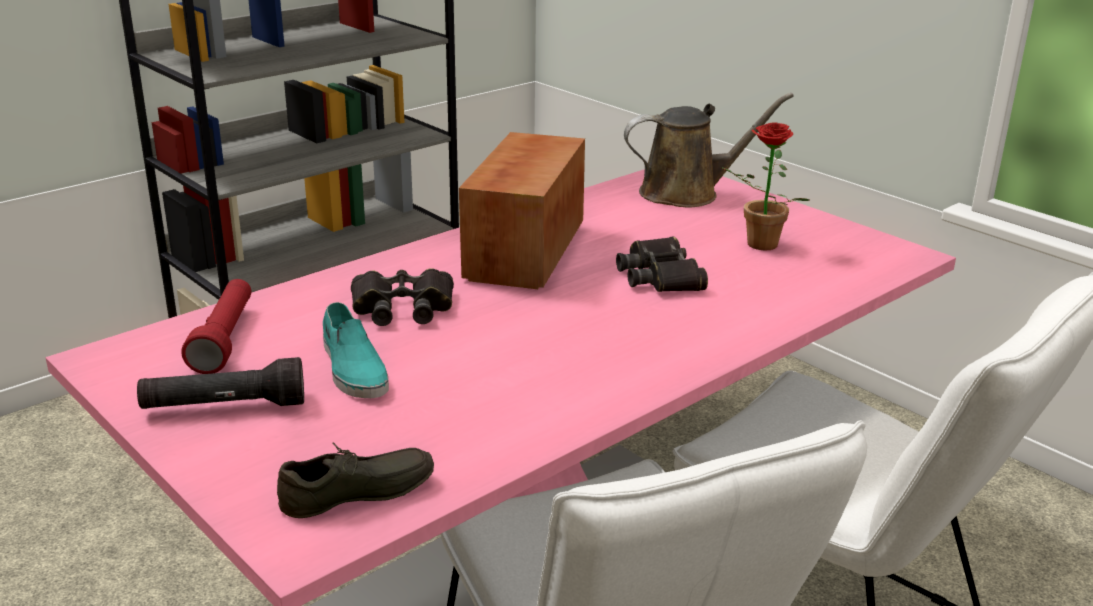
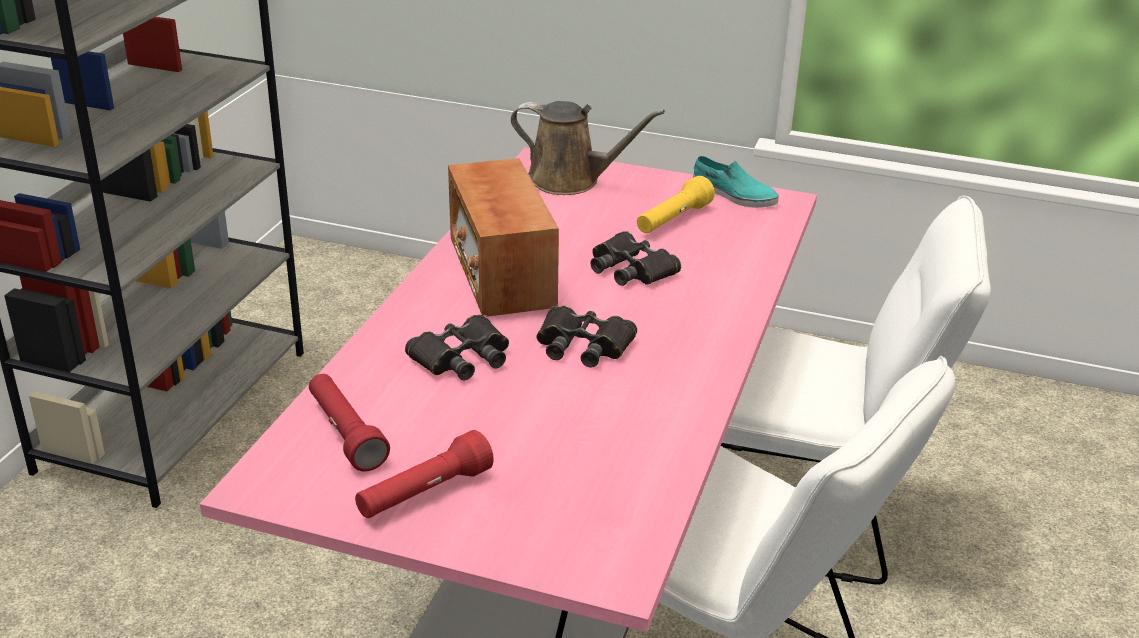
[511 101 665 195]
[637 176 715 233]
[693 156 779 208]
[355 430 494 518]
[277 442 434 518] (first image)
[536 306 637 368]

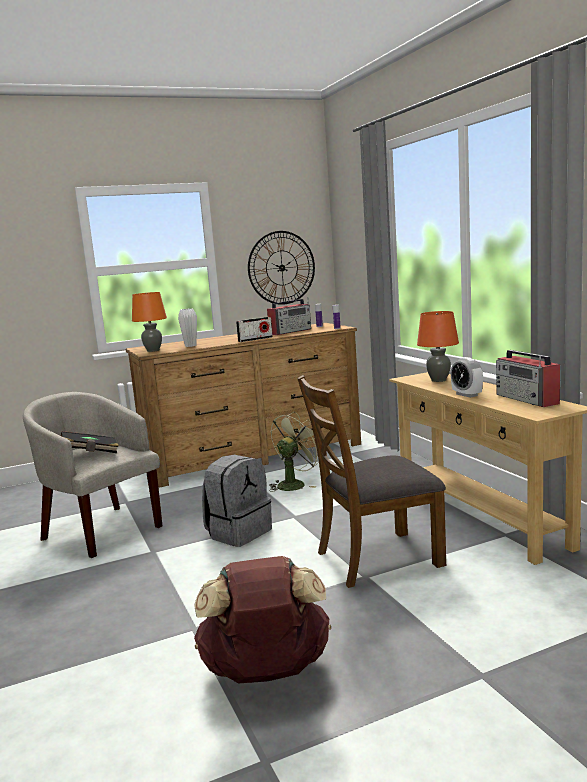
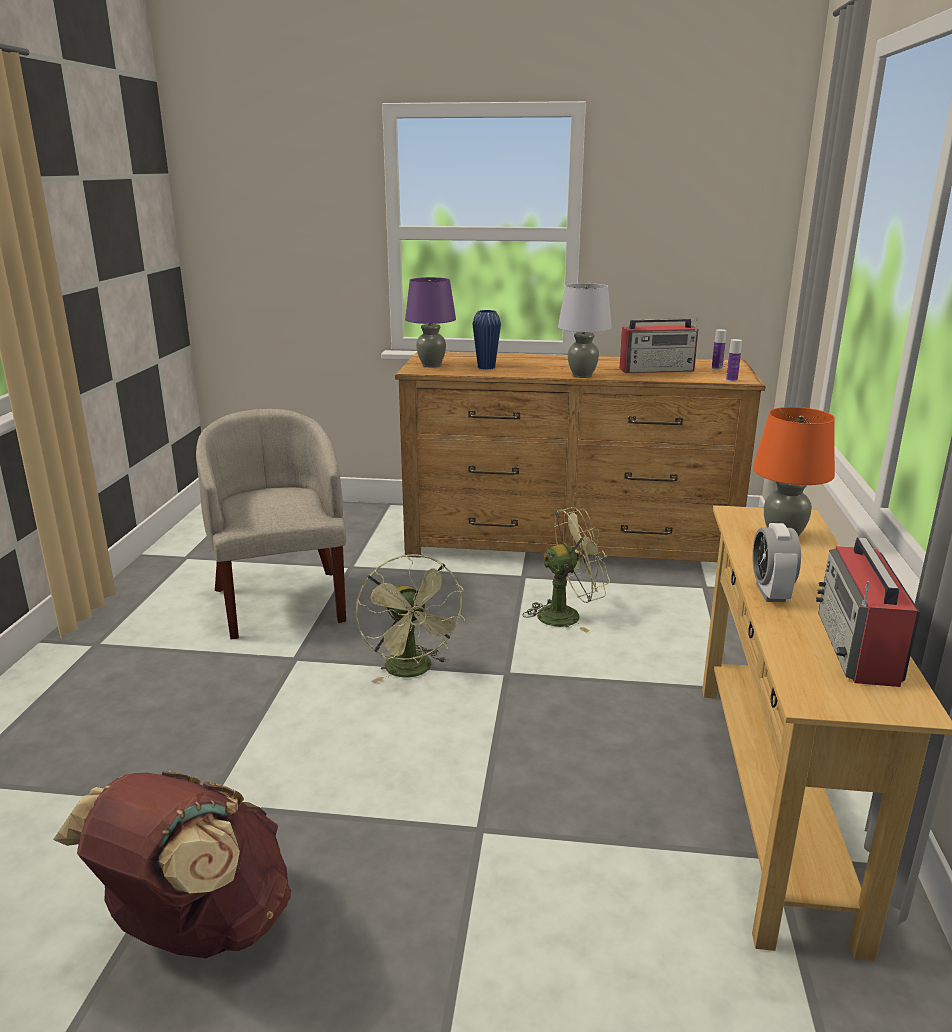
[248 231 315 305] (first image)
[405 277 456 367]
[472 310 501 369]
[558 283 612 378]
[297 375 446 588] (first image)
[61 431 119 453] (first image)
[356 554 465 683]

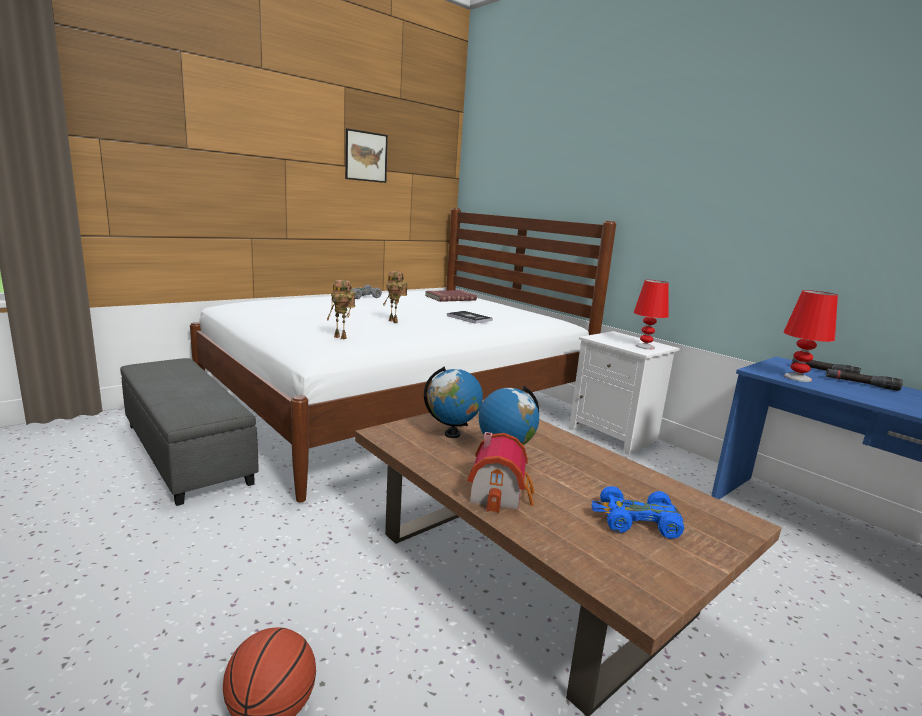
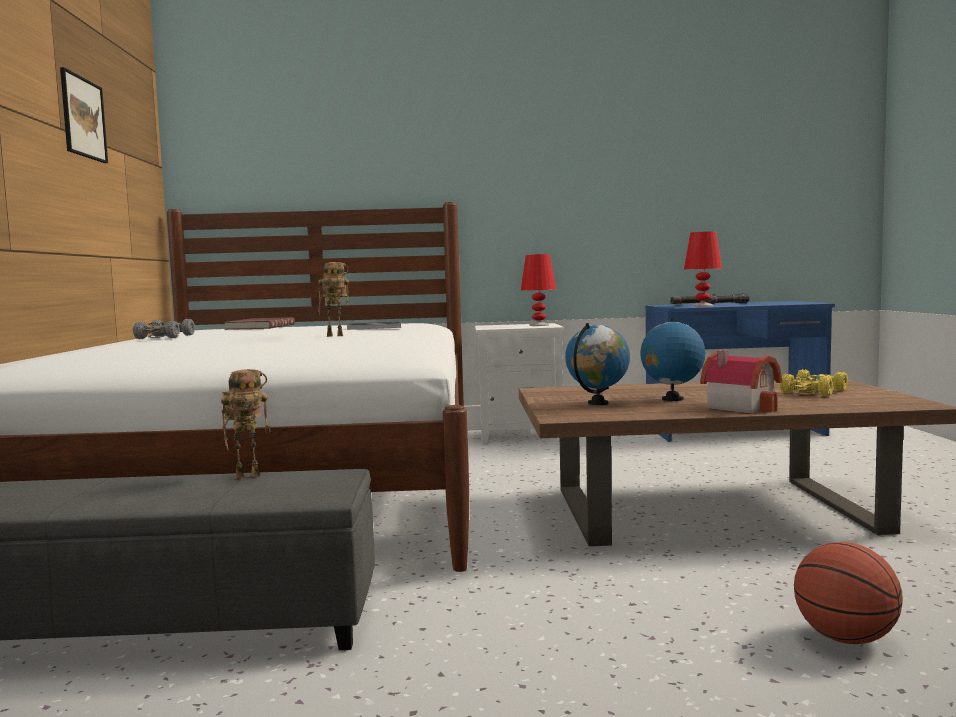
[221 369 271 480]
[780 369 848 397]

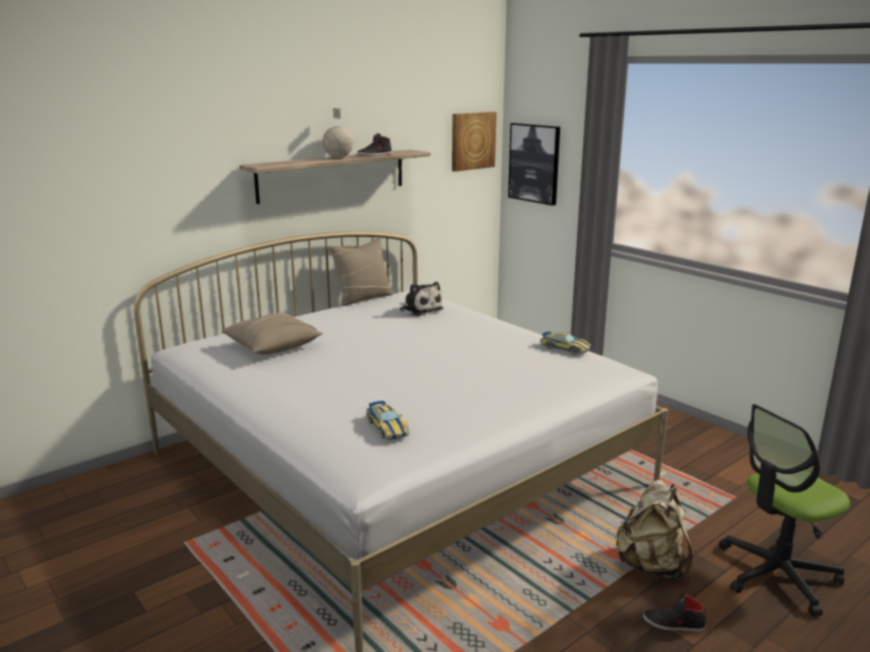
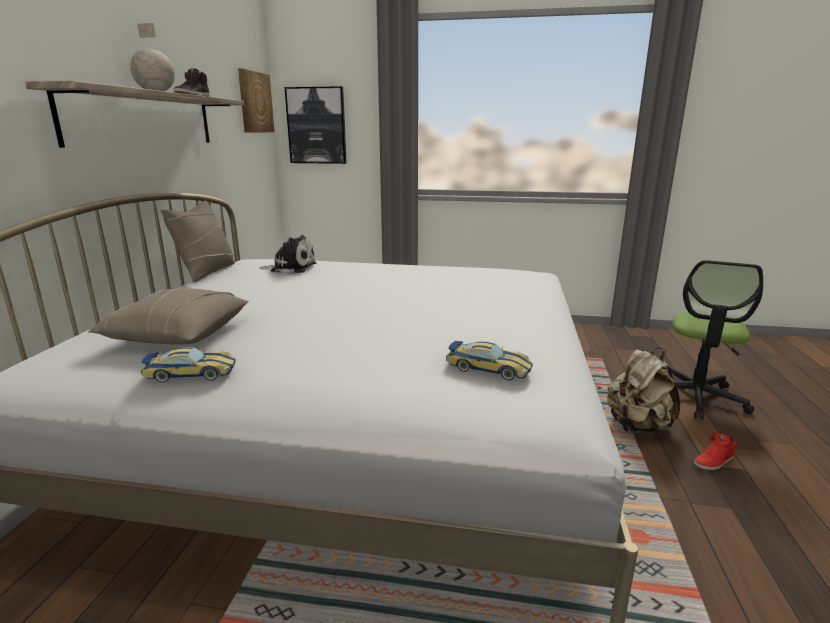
[141 347 236 383]
[694 432 737 470]

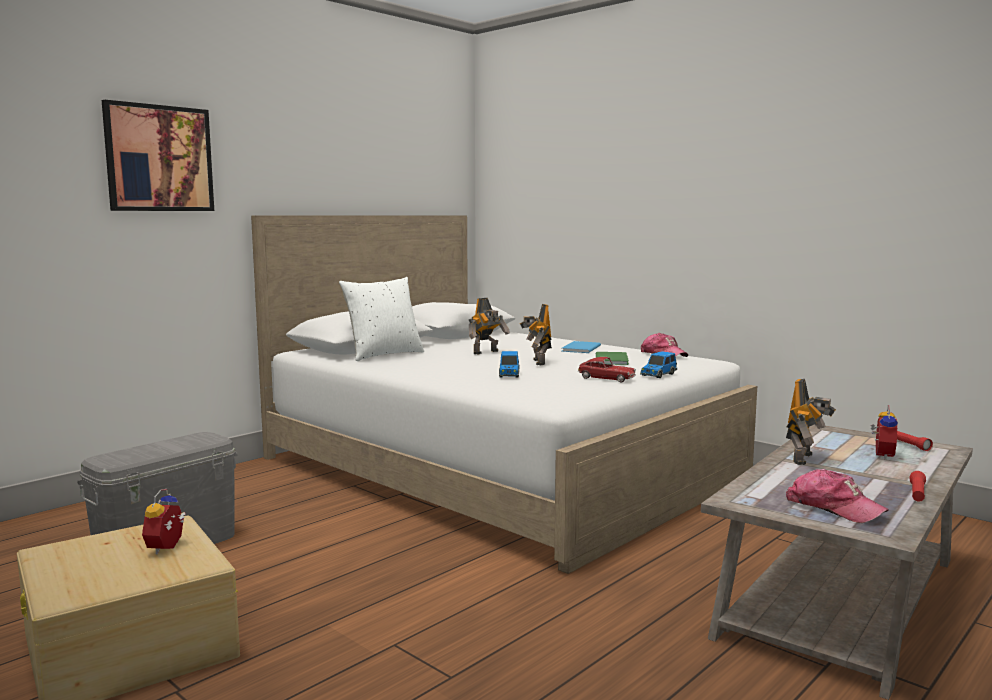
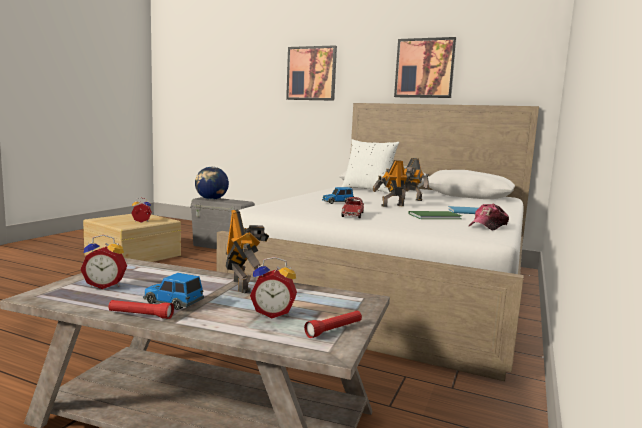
[143 273 204 310]
[226 209 269 293]
[80 235 127 289]
[394 37 457 98]
[195 167 229 200]

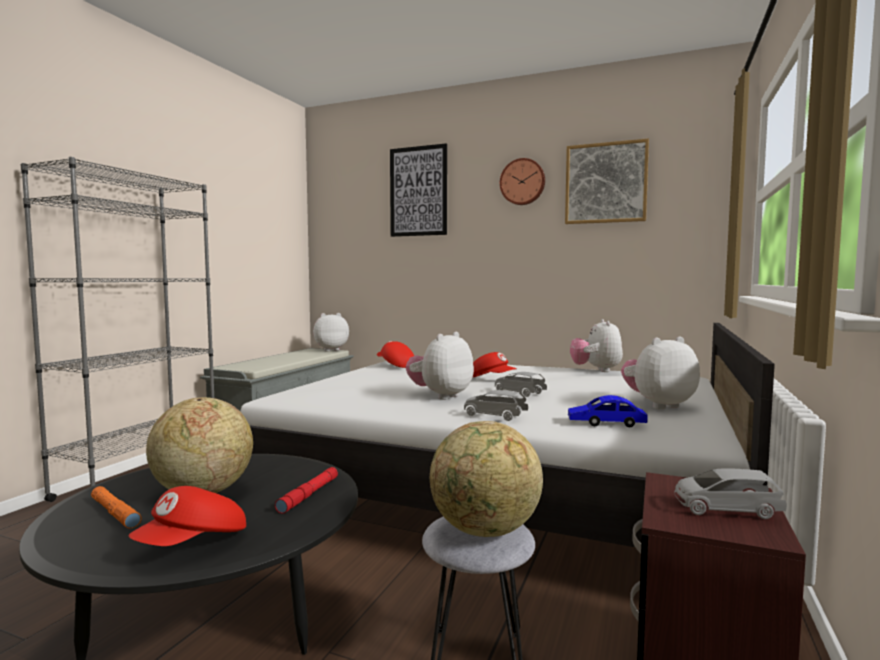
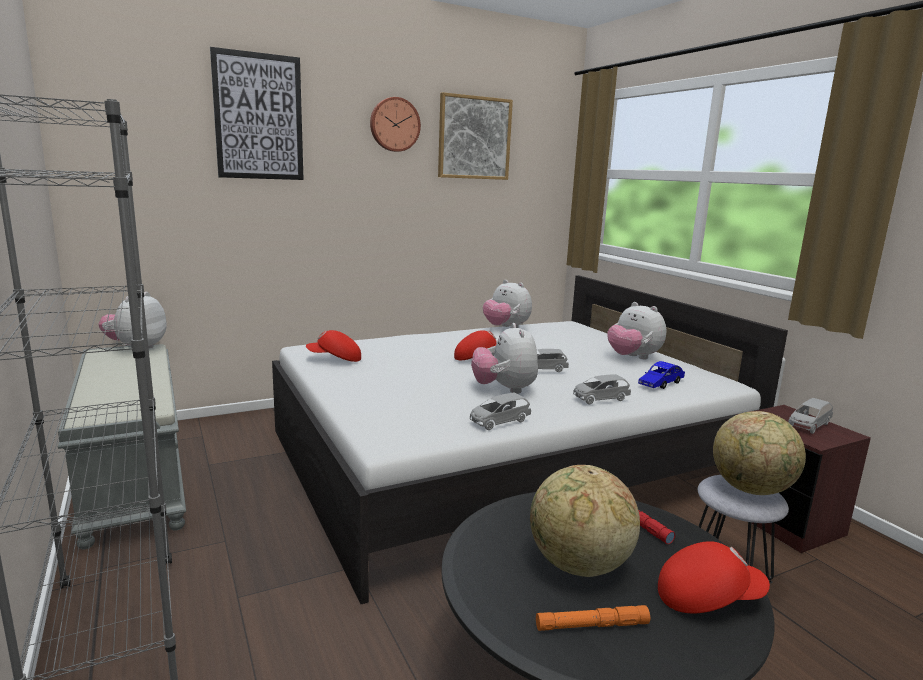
[607 302 666 359]
[658 541 770 613]
[470 392 531 430]

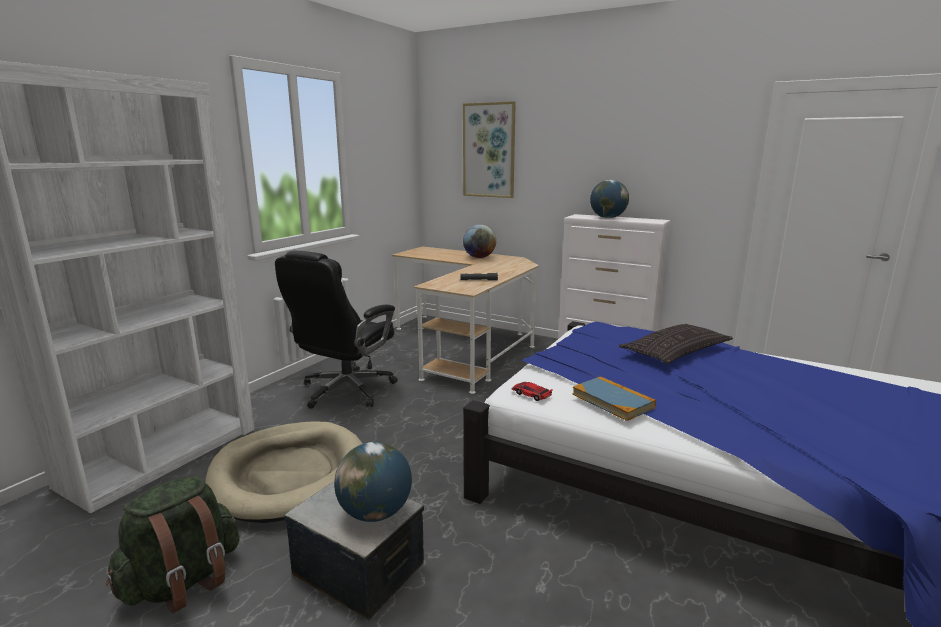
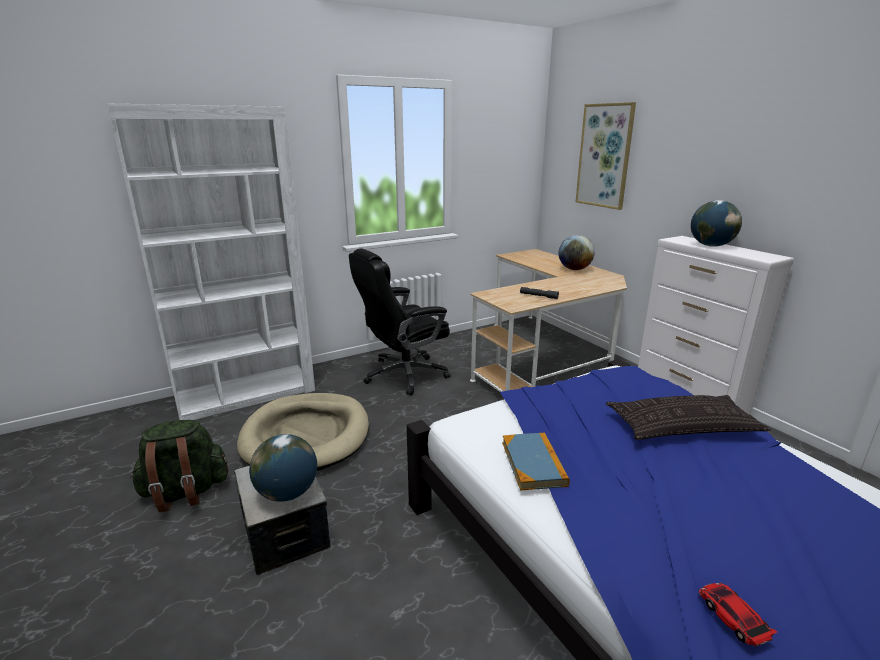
[699 583 777 646]

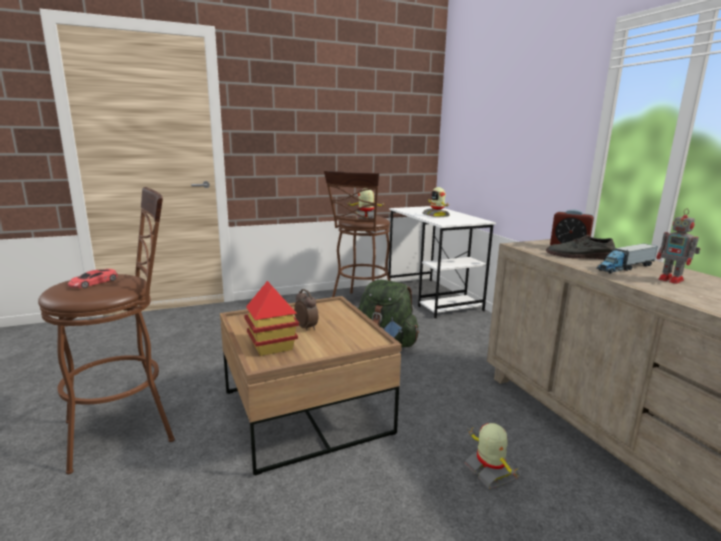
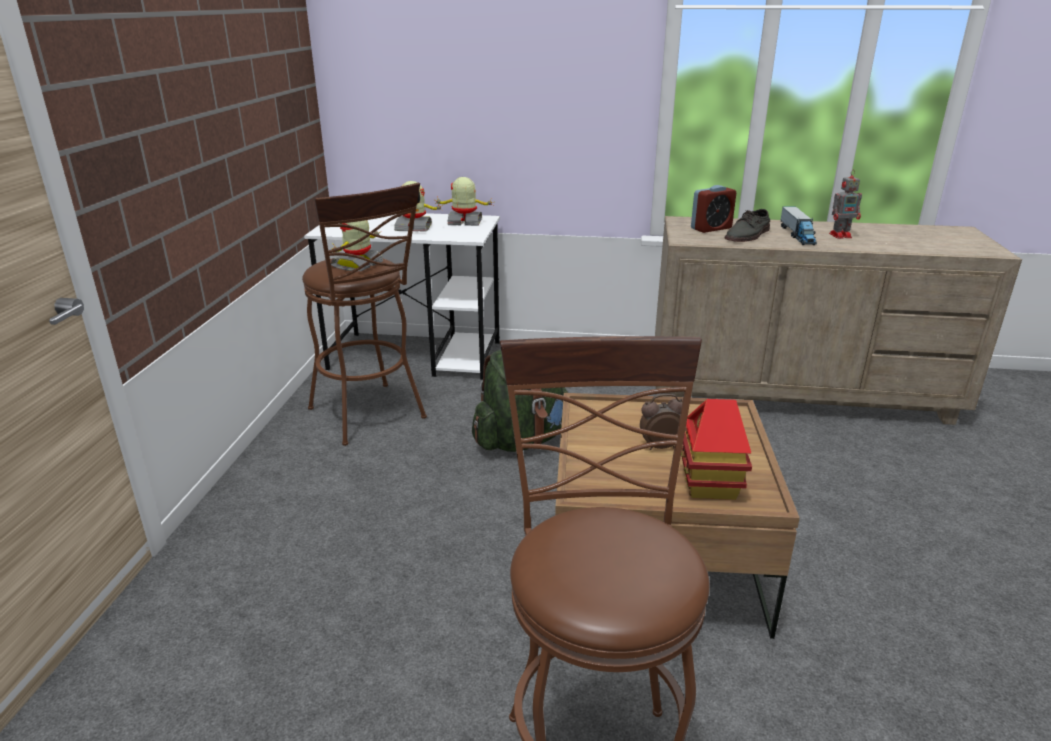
[68 269 118 288] (first image)
[435 177 494 226]

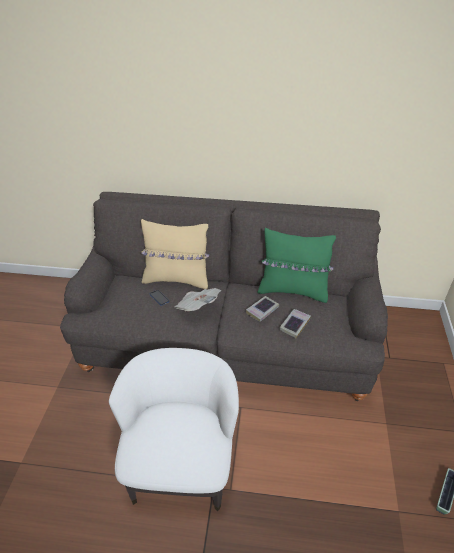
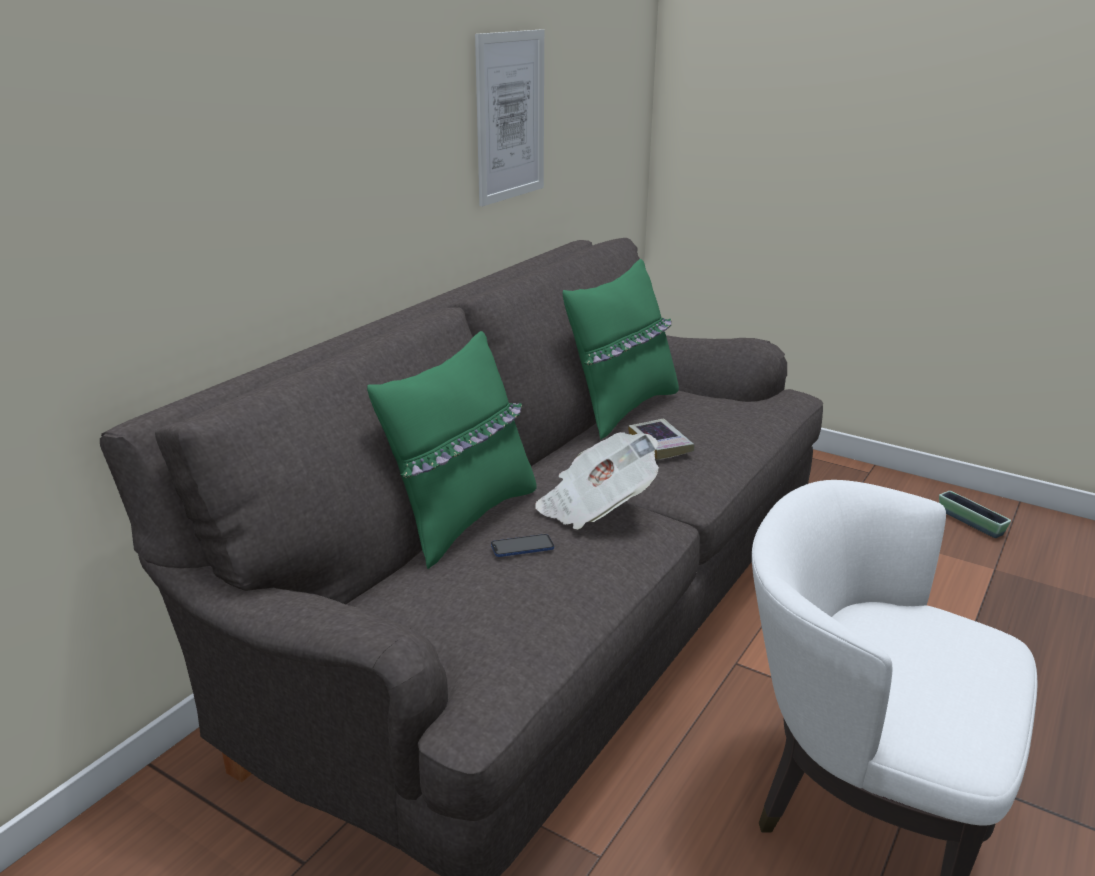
[367 331 537 569]
[279 309 311 338] (first image)
[475 29 544 207]

